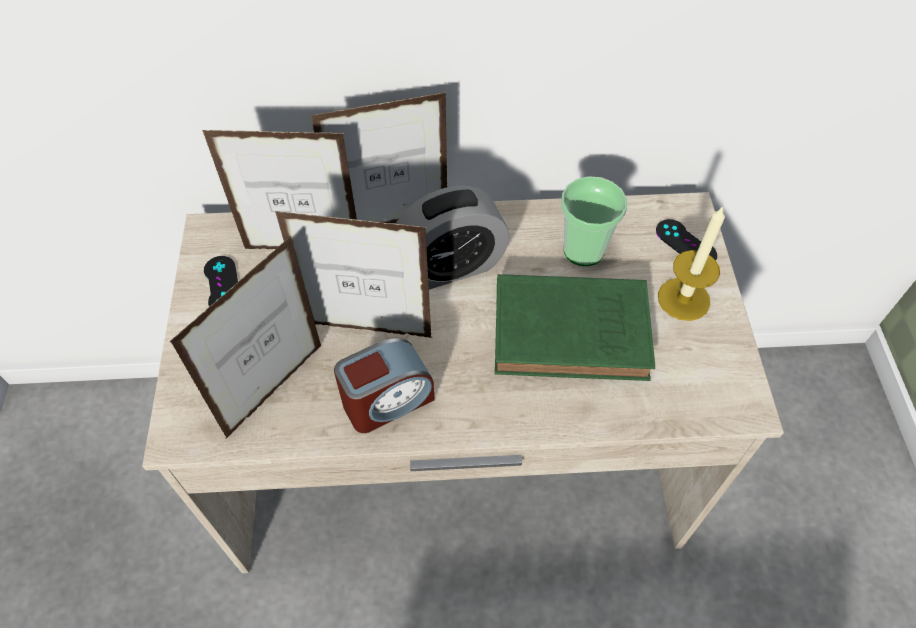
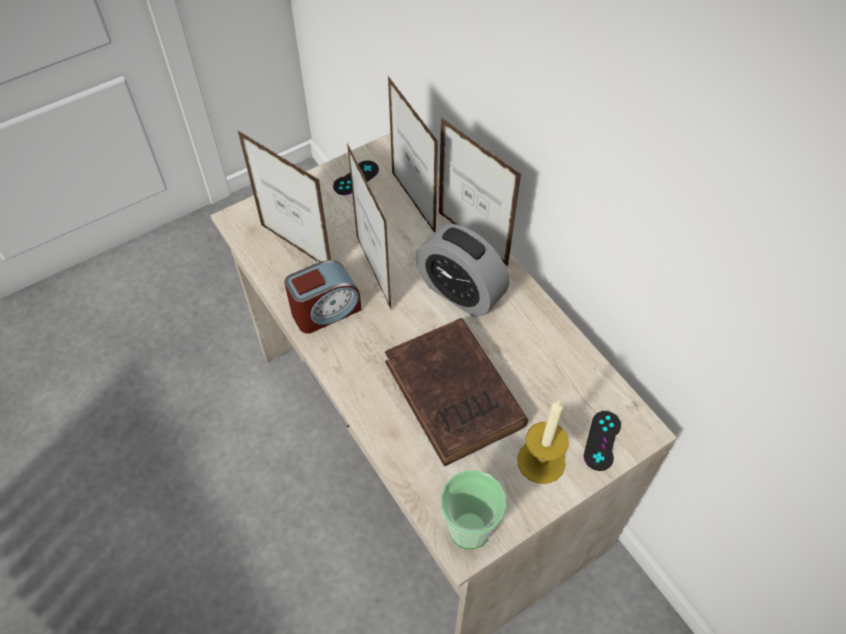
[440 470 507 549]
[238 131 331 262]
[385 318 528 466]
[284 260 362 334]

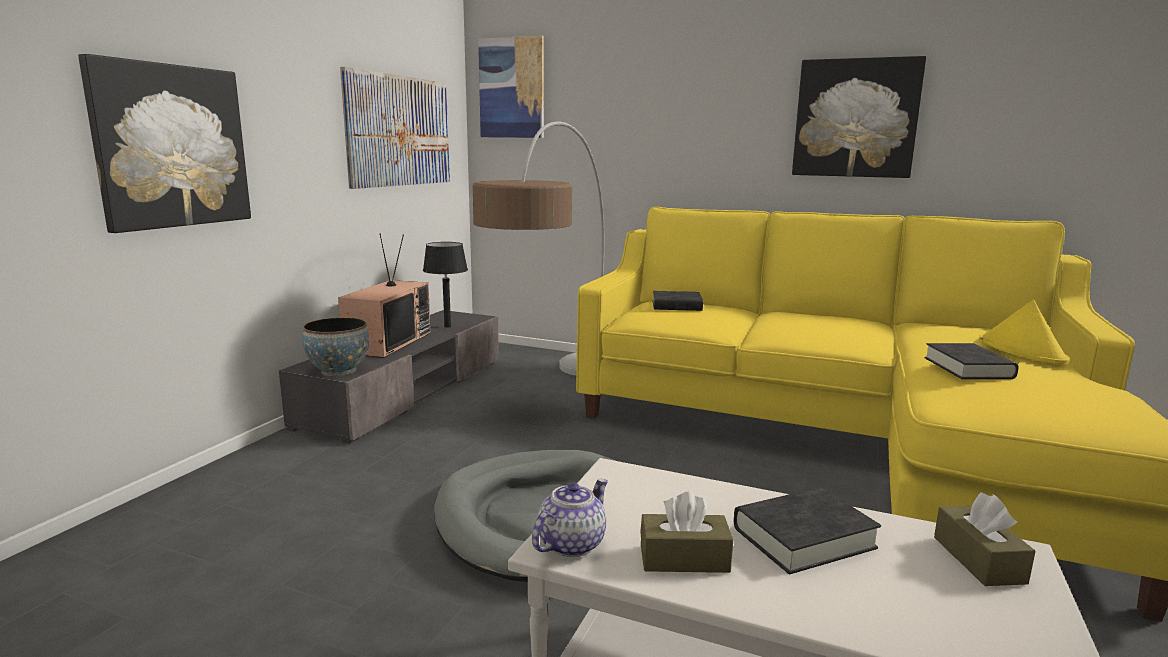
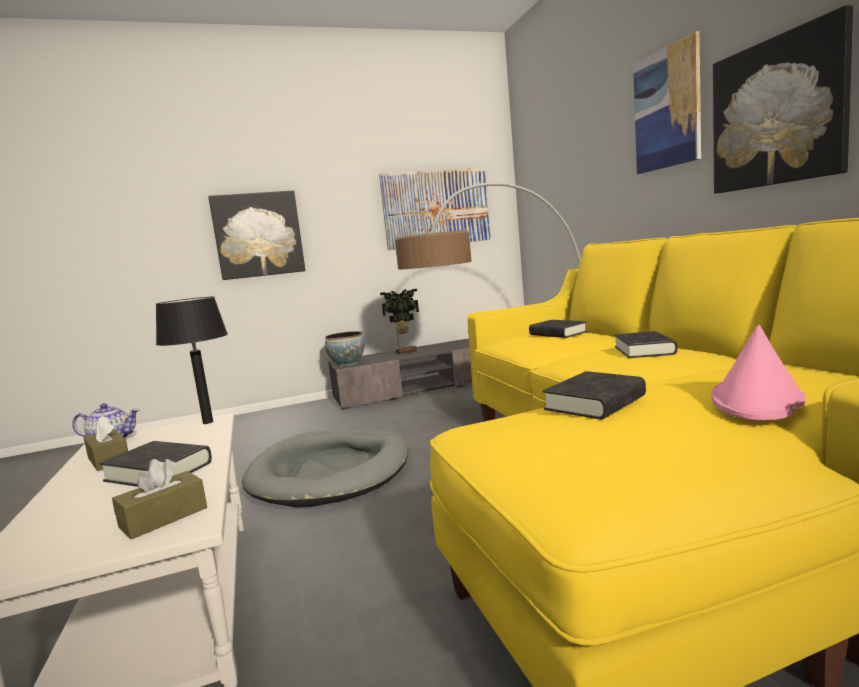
[633 31 701 174]
[380 289 419 354]
[156 296 228 424]
[712 325 806 420]
[614 331 677 358]

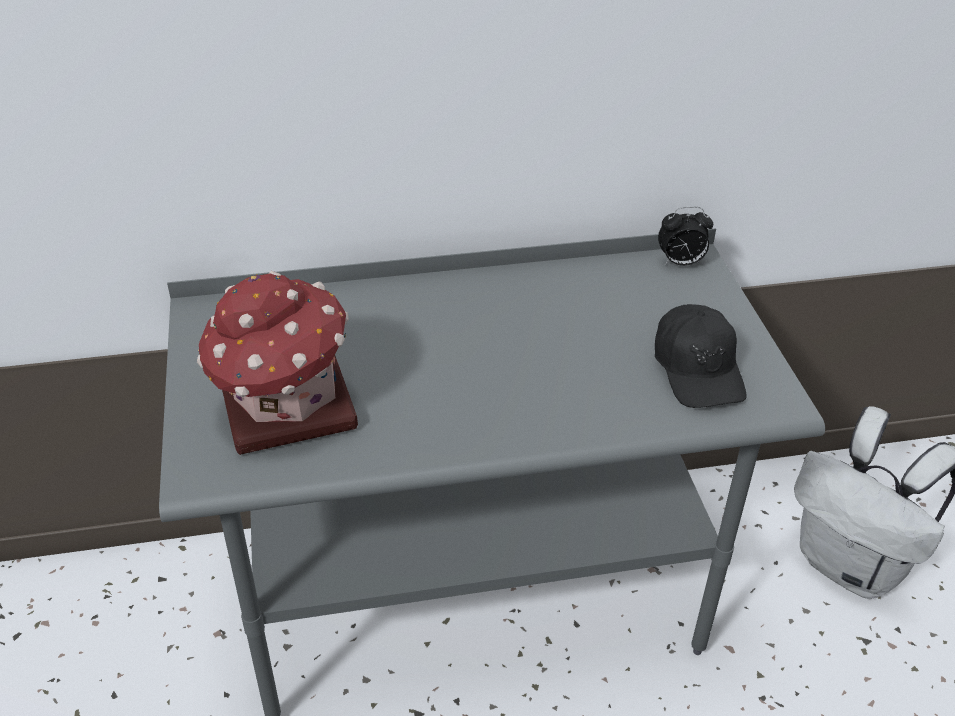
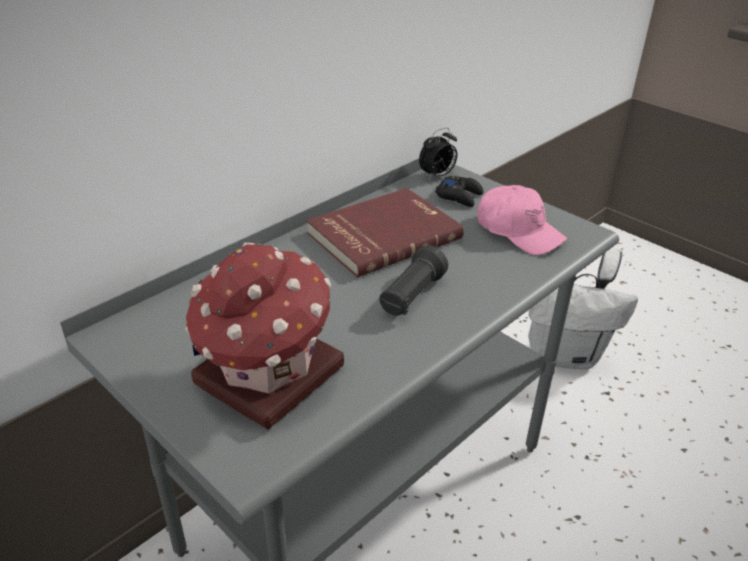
[477 185 567 255]
[435 176 484 207]
[306 188 464 278]
[379 245 448 316]

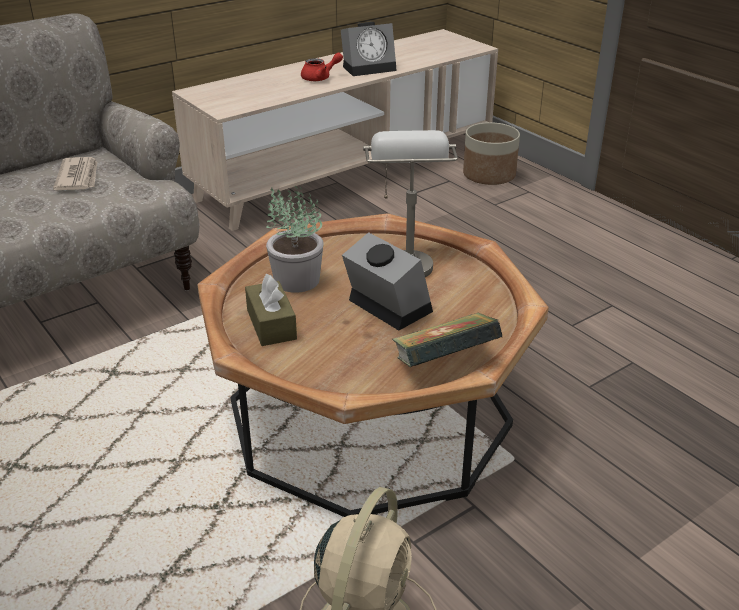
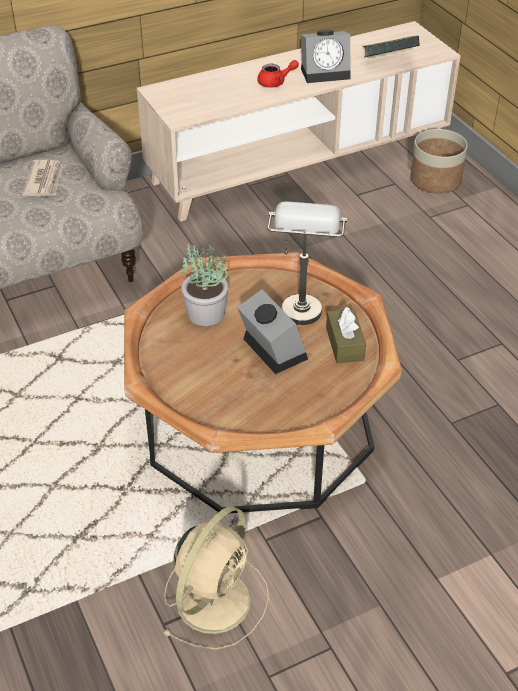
[326 306 366 364]
[363 36 420 57]

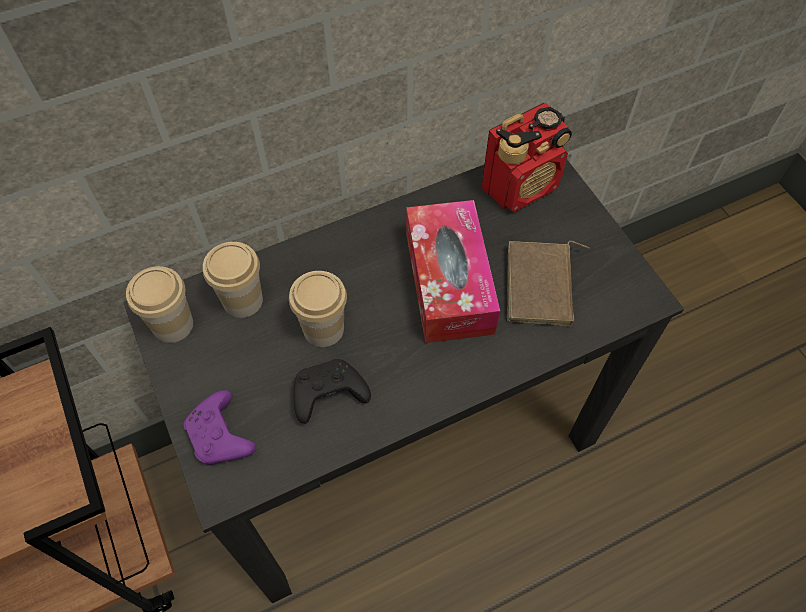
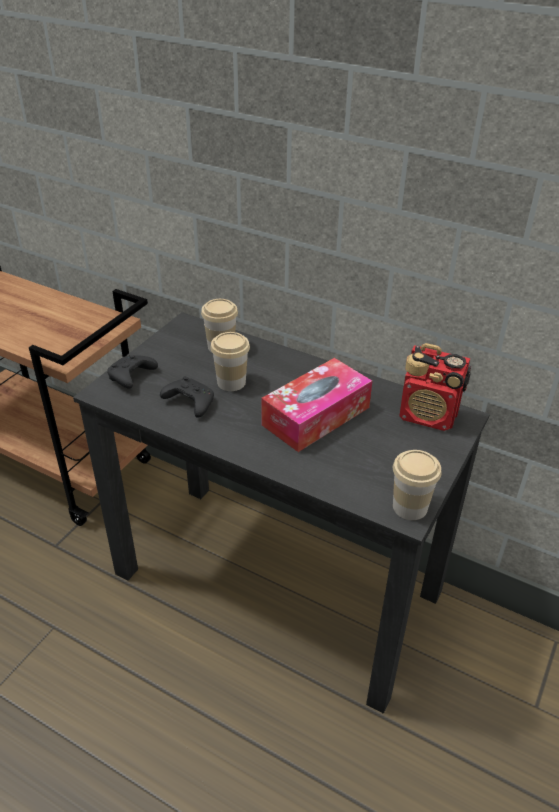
[507 241 590 326] (first image)
[393 450 441 520]
[107 355 158 389]

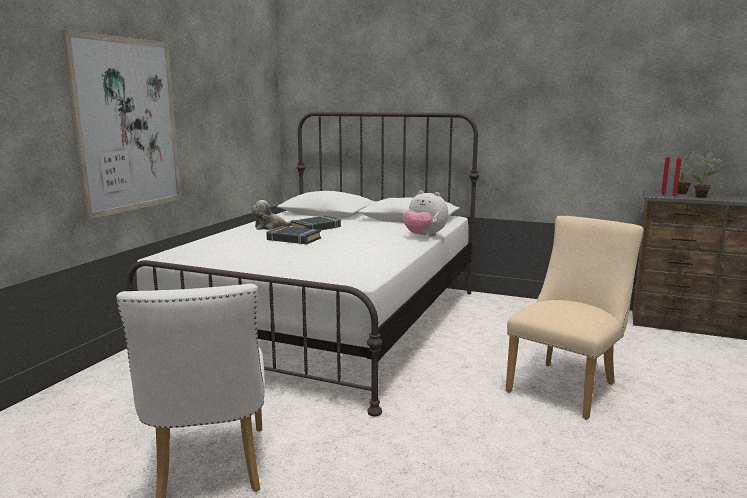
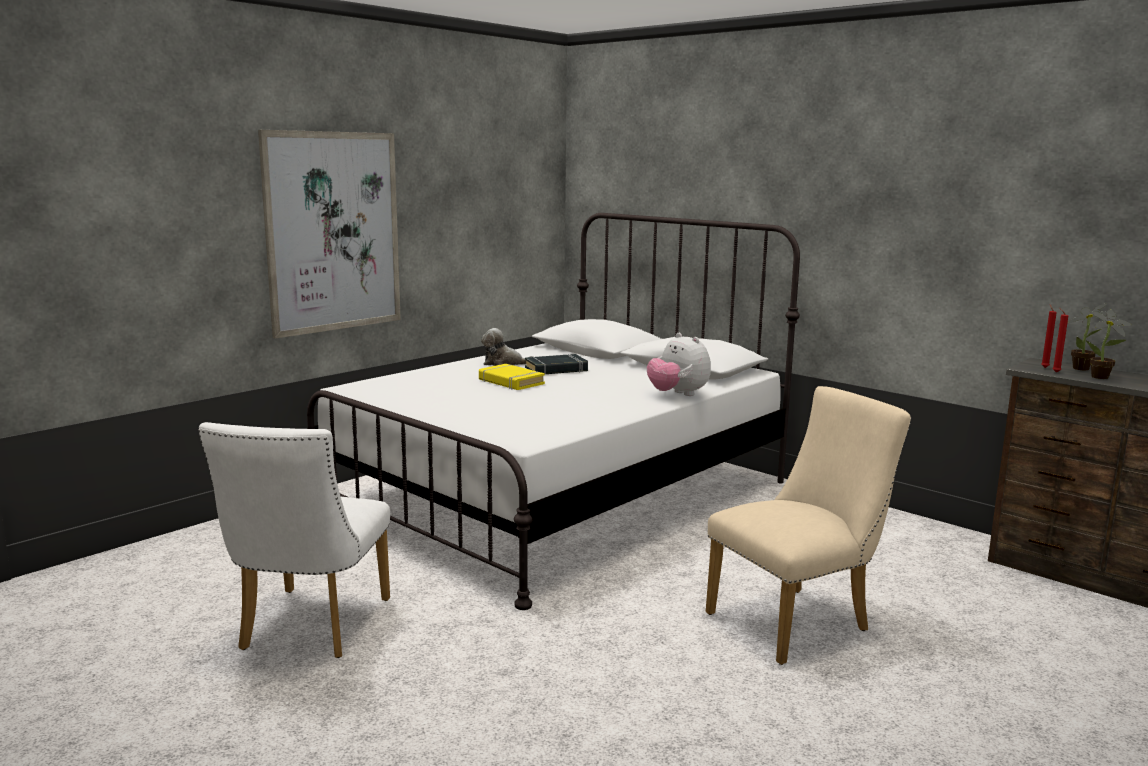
[479 364 545 390]

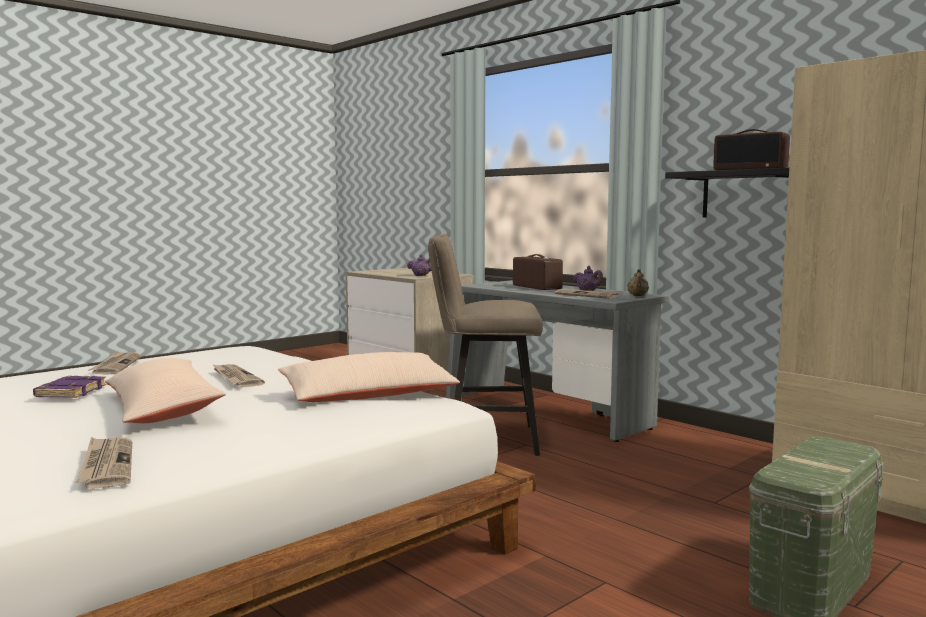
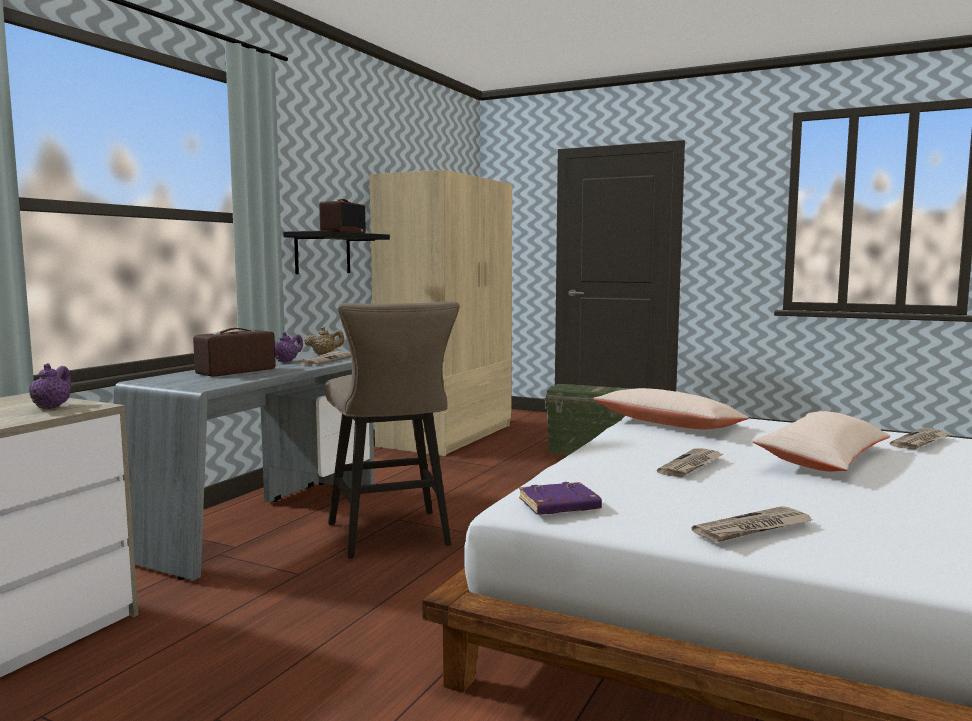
[519 482 602 515]

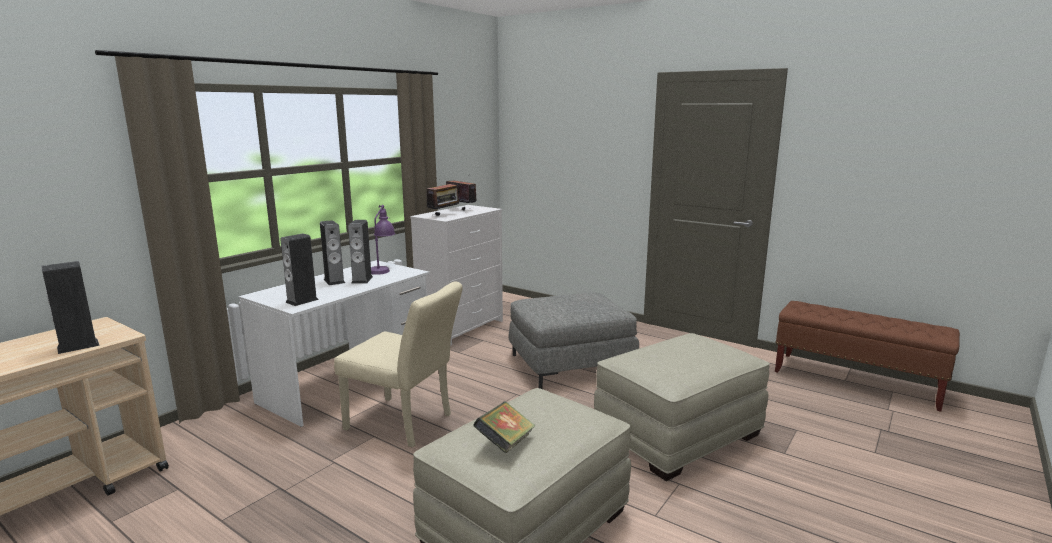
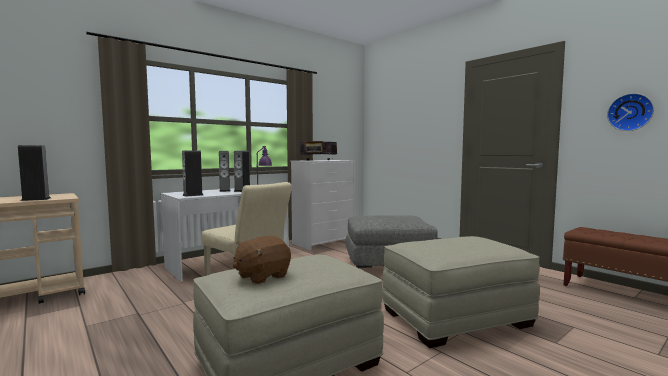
[233 236 291 284]
[607 93 654 131]

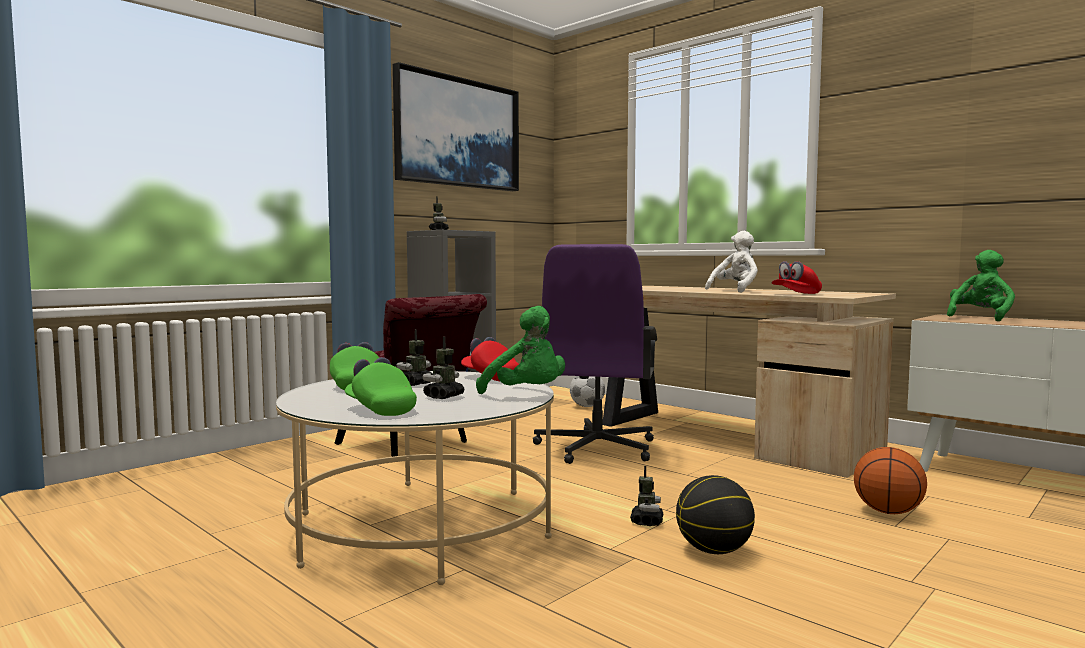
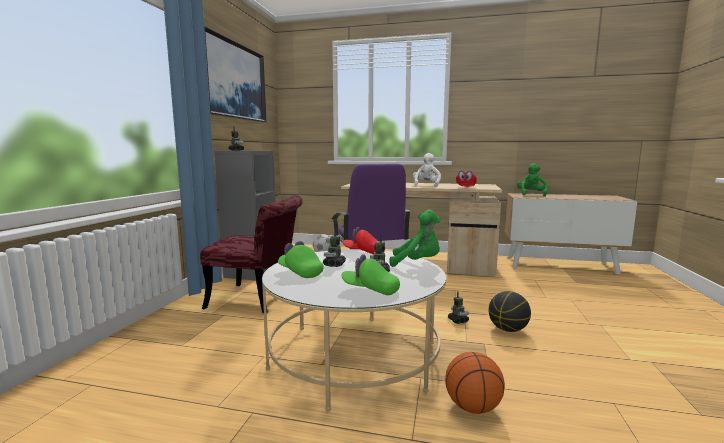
[445 352 505 414]

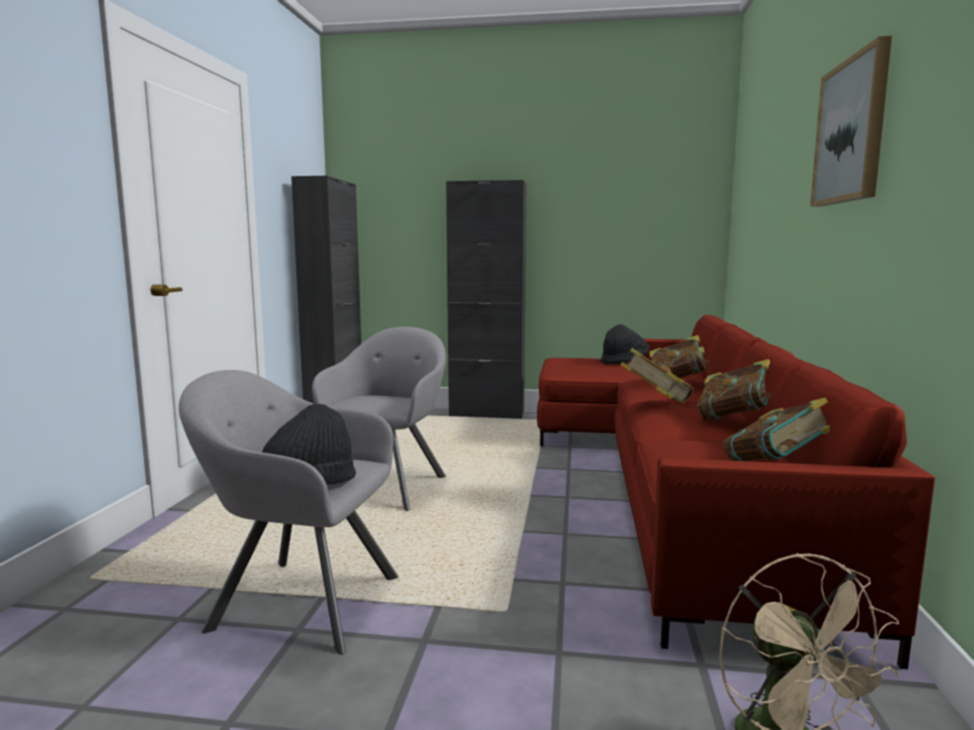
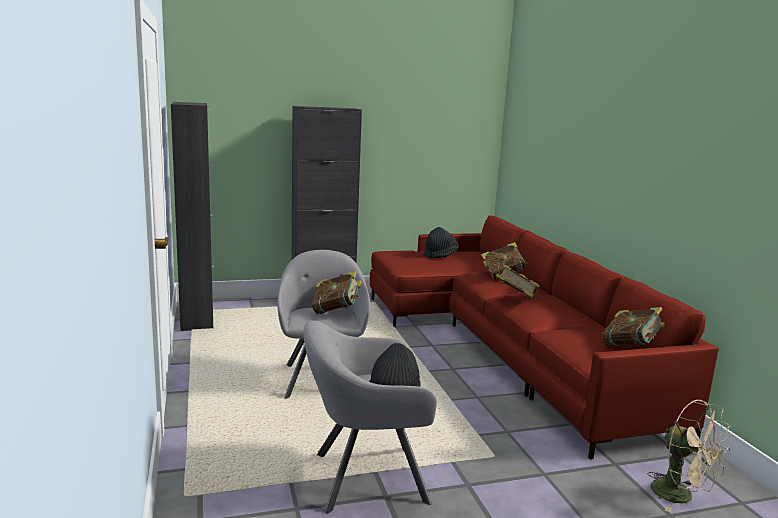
[810 36 892 207] (first image)
[312 271 362 314]

